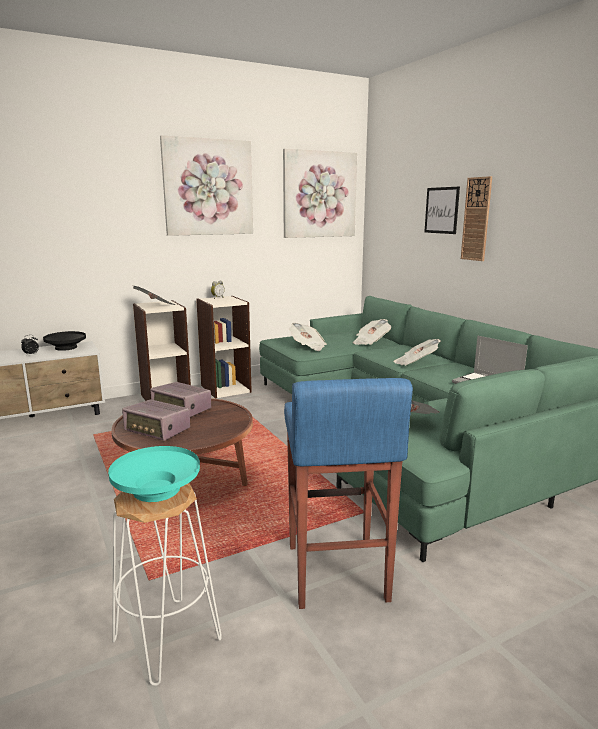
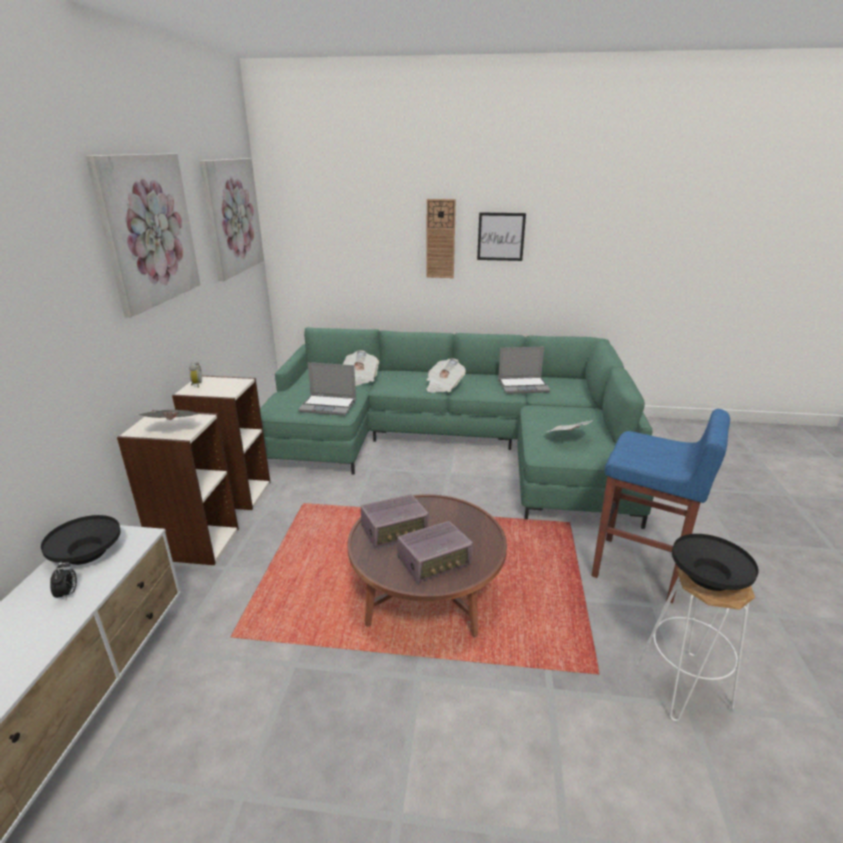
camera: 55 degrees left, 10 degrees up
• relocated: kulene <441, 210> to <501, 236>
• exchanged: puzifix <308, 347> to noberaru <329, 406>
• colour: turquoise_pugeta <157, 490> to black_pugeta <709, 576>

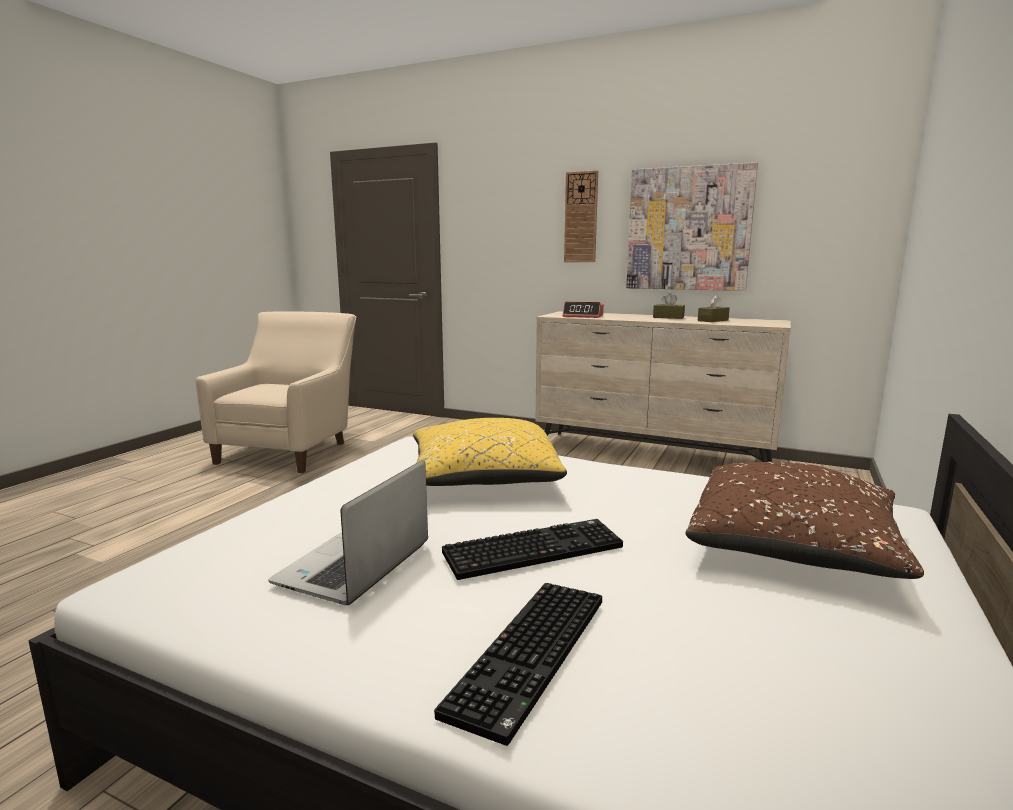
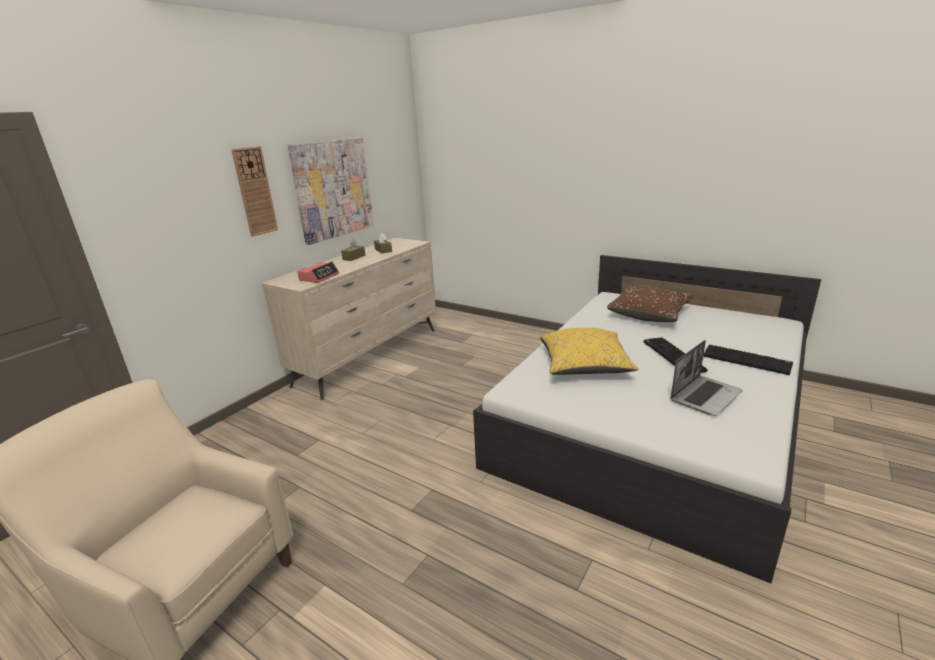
camera: 80 degrees left, 10 degrees up
• spun: noberaru <354, 566> = <705, 396> 75 degrees counterclockwise

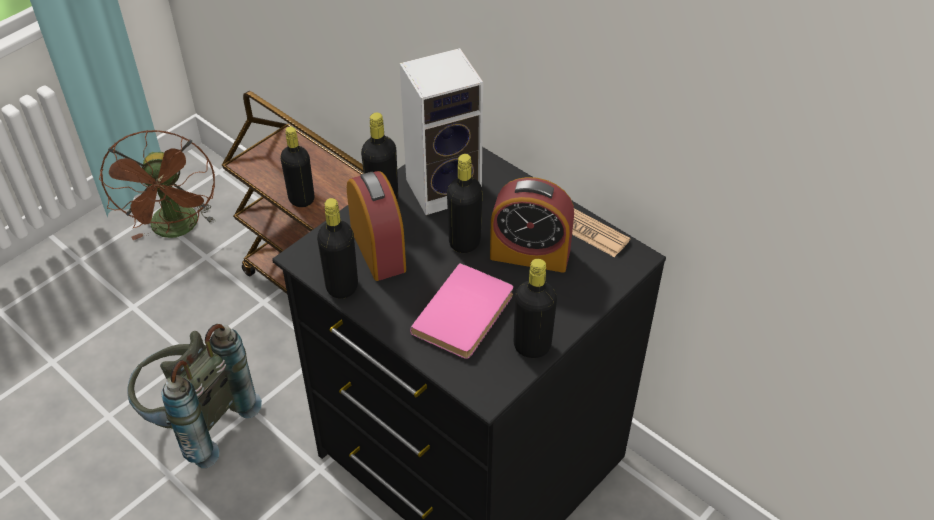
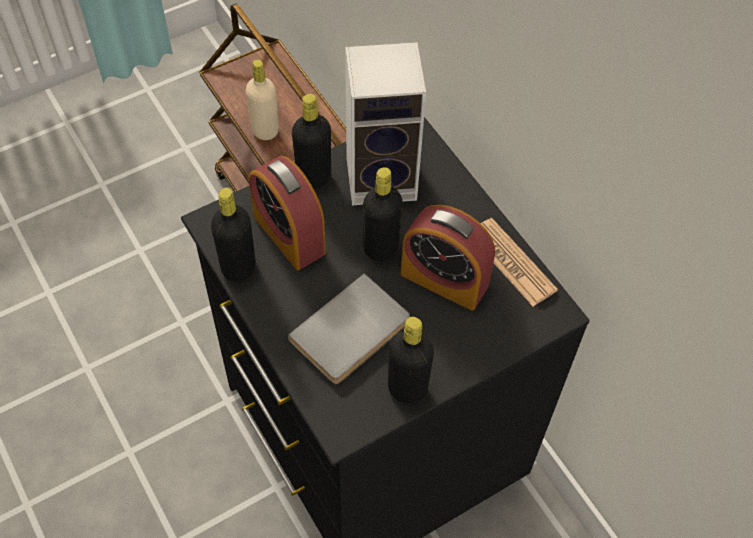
camera: 15 degrees right, 10 degrees up
• missing: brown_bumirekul <176, 230>
• missing: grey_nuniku <196, 423>
• colour: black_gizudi <301, 199> to beige_gizudi <265, 130>
• colour: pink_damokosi <466, 315> to grey_damokosi <353, 333>
• spun: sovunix <378, 250> = <289, 234> 150 degrees clockwise

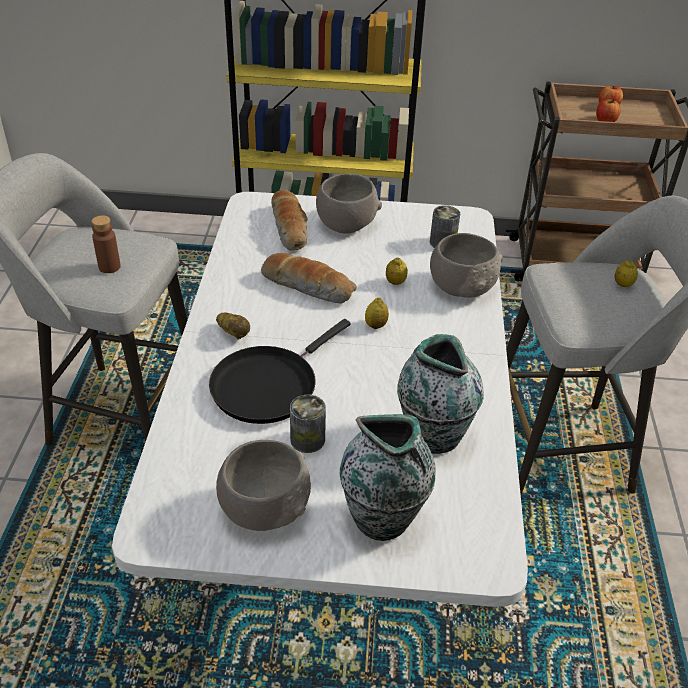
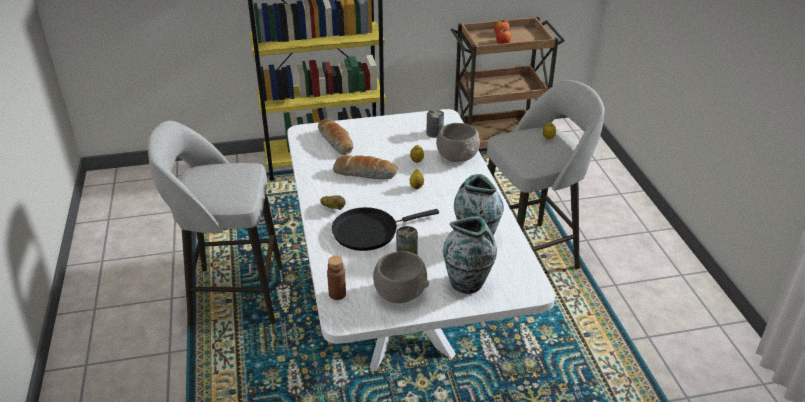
camera: 15 degrees left, 5 degrees down
• missing: grey_pugeta <346, 223>
• relocated: brown_gizudi <109, 267> to <337, 294>
• spun: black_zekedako <268, 385> = <369, 231> 45 degrees clockwise

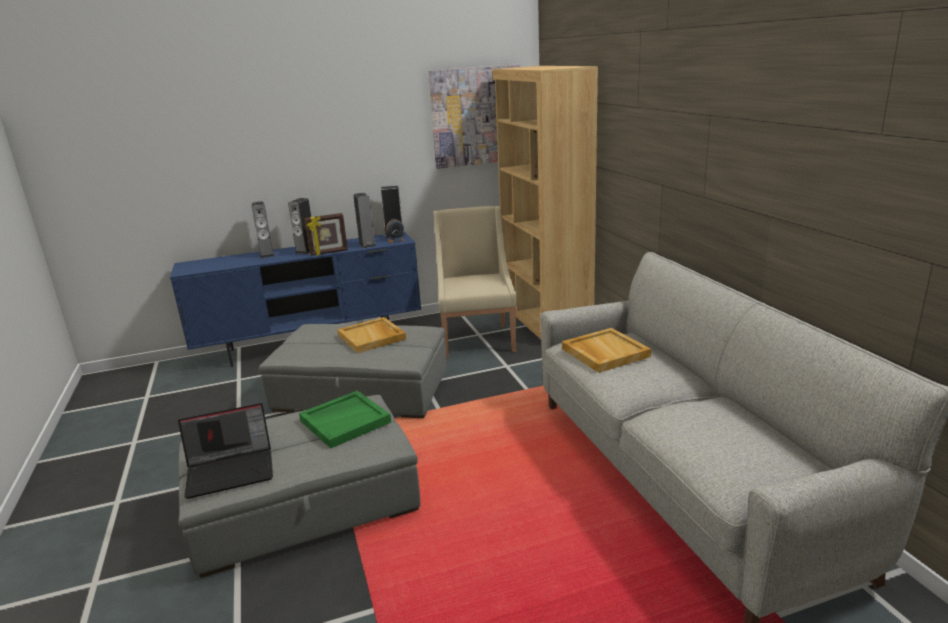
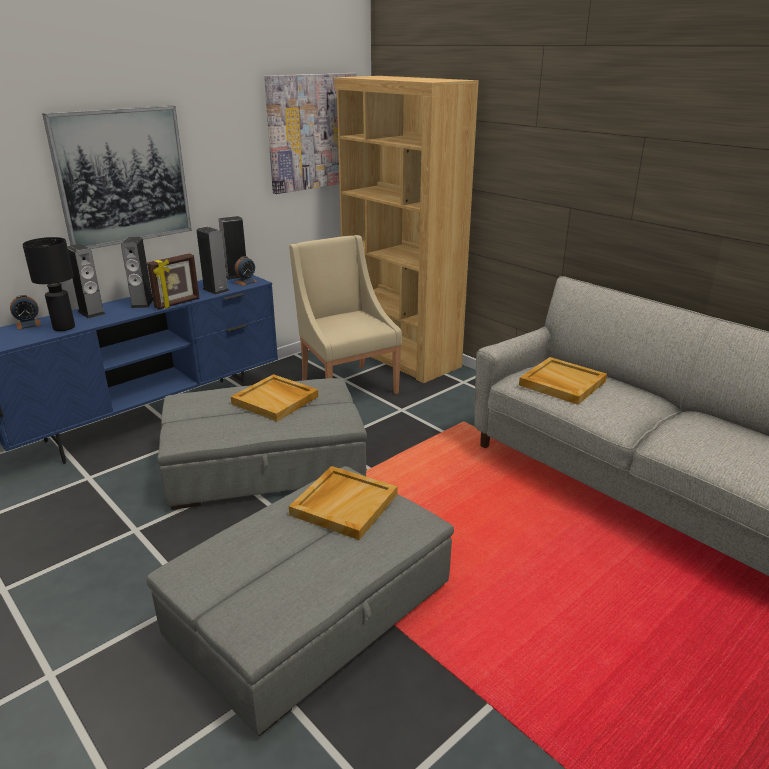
camera: 25 degrees left, 5 degrees up
• missing: noberaru <232, 470>
• appeared: sovunix <28, 324>
• appeared: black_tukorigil <64, 328>
• appeared: kulene <122, 177>
• colour: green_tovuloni <345, 421> to beige_tovuloni <344, 504>

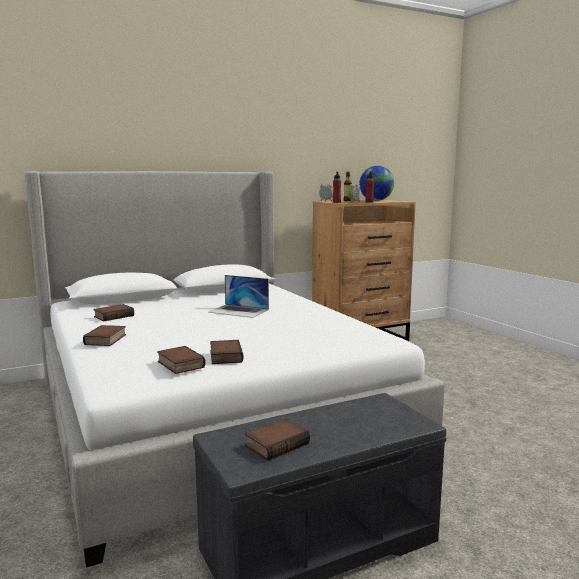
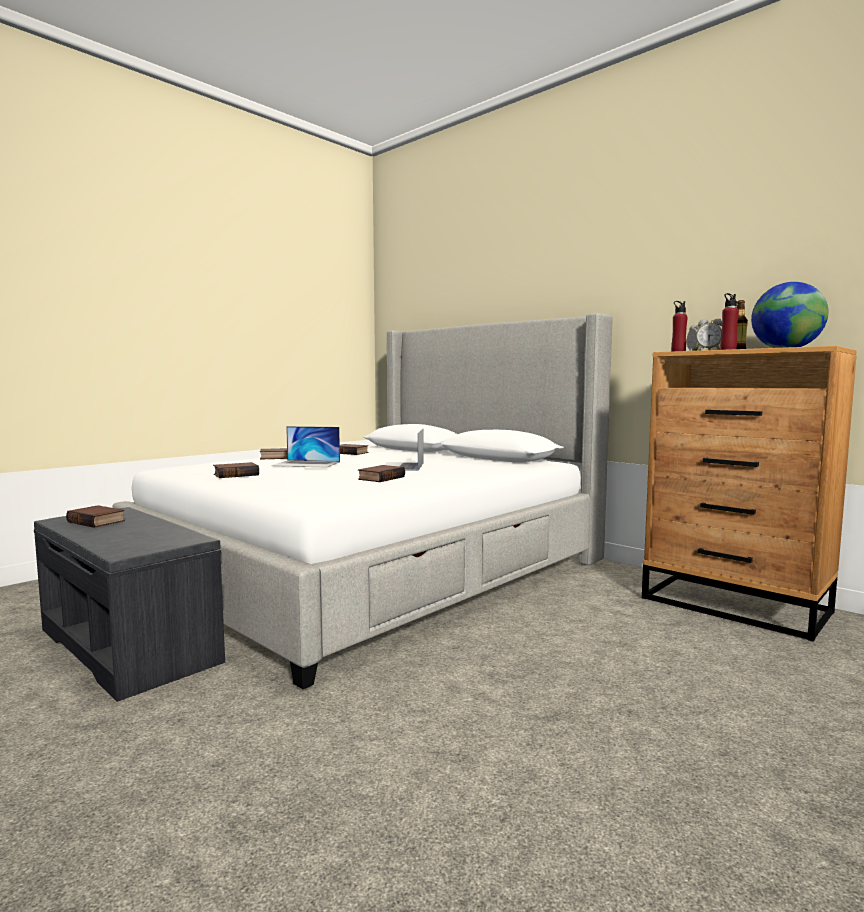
camera: 70 degrees right, 5 degrees down
• appeared: noberaru <306, 464>
• relocated: damokosi <179, 364> to <381, 478>

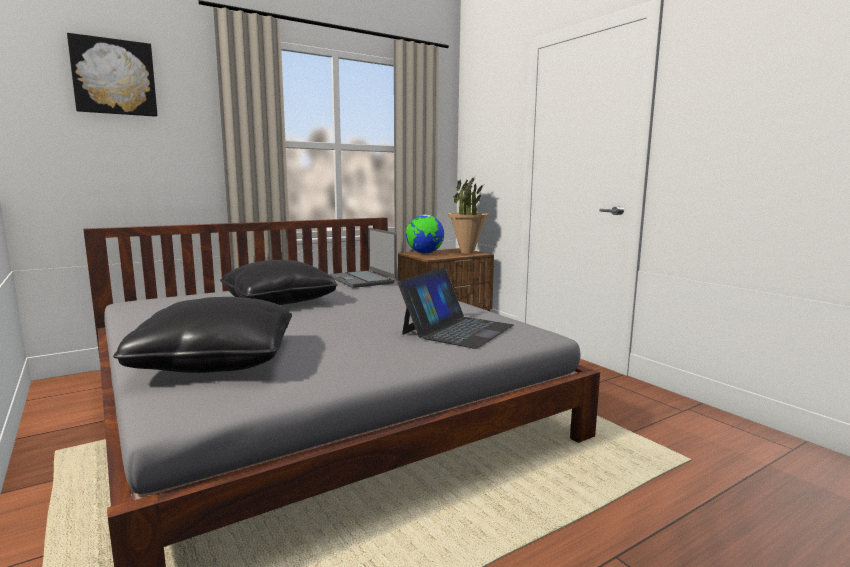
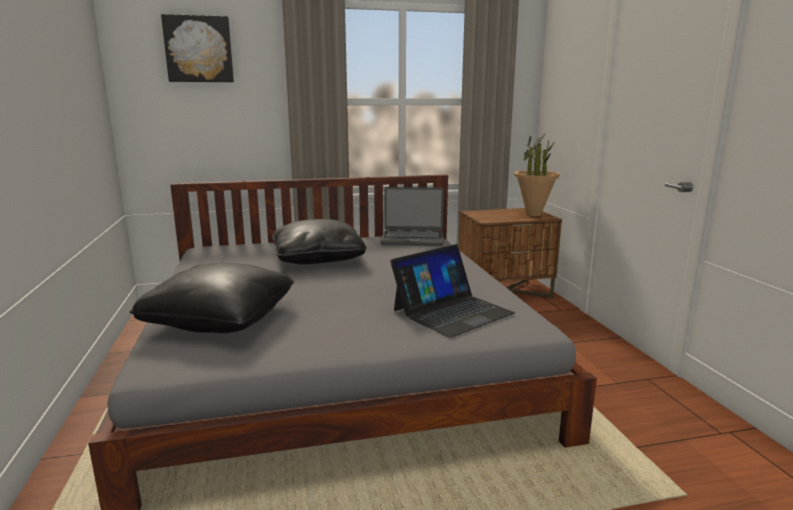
camera: 20 degrees right, 5 degrees up
• missing: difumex <424, 253>
• spun: noberaru <363, 280> = <412, 239> 75 degrees counterclockwise

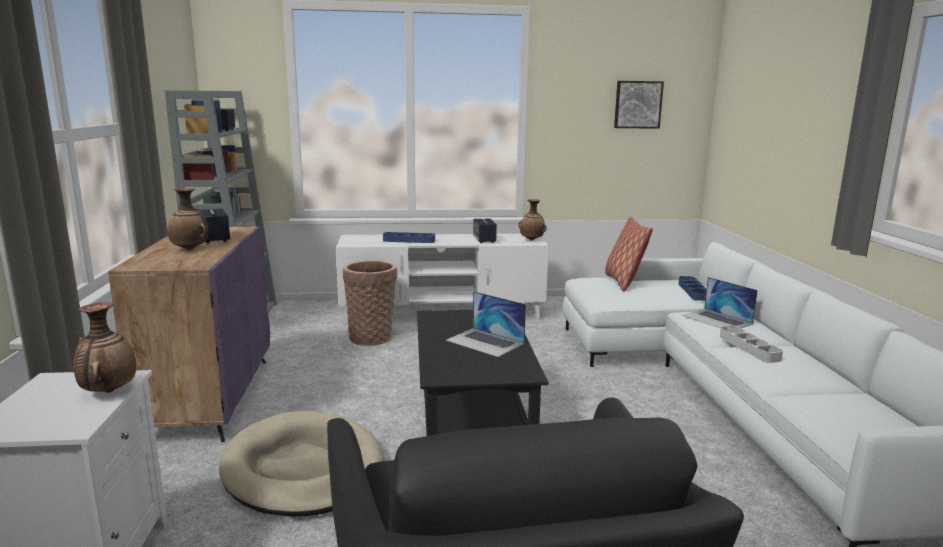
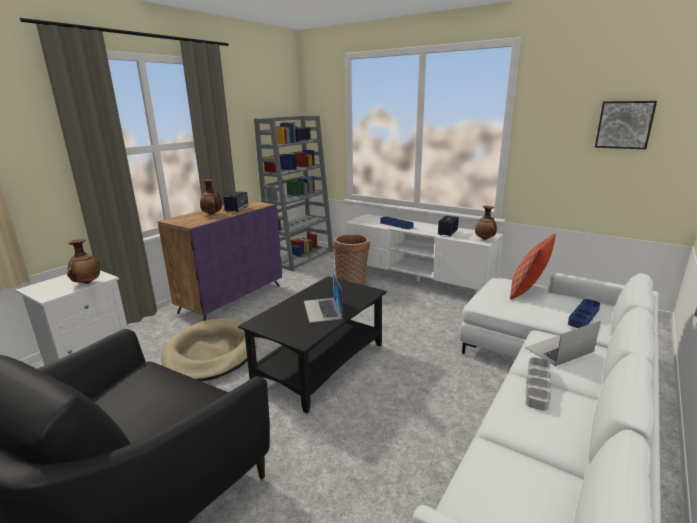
camera: 40 degrees right, 5 degrees up
• spun: noberaru <717, 319> = <559, 349> 60 degrees clockwise

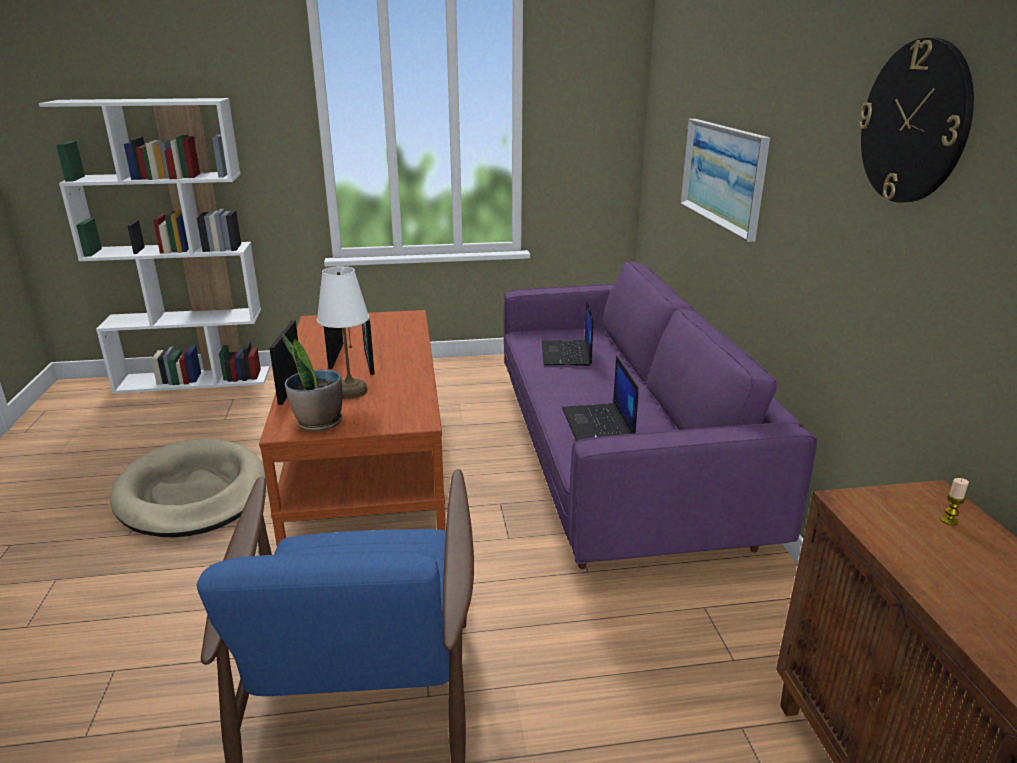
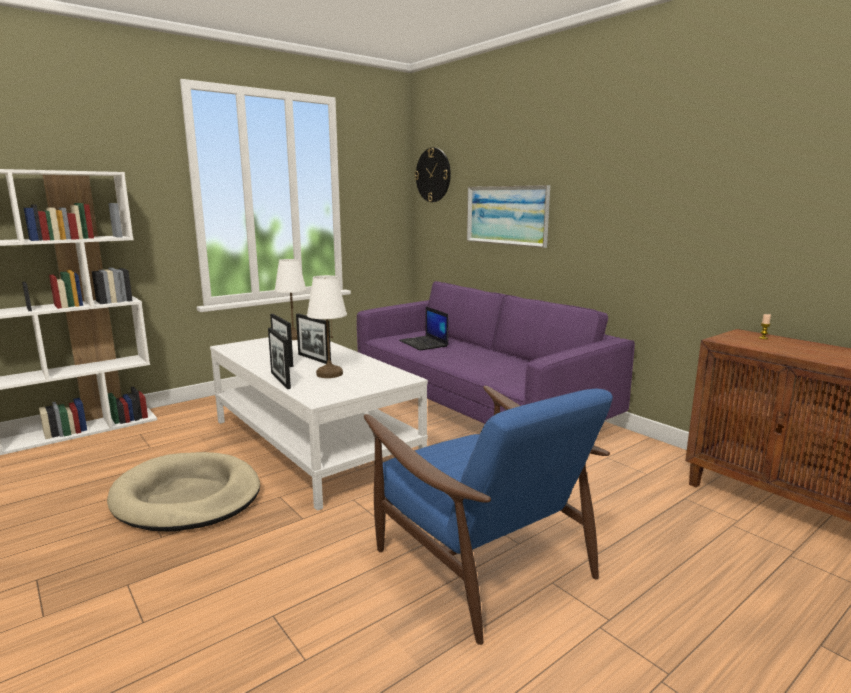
camera: 30 degrees left, 10 degrees down
• missing: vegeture <318, 423>
• missing: noberaru <599, 425>
• appeared: white_tukorigil <293, 337>
• relocated: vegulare <914, 122> to <433, 175>
• colour: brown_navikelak <368, 461> to white_navikelak <312, 444>

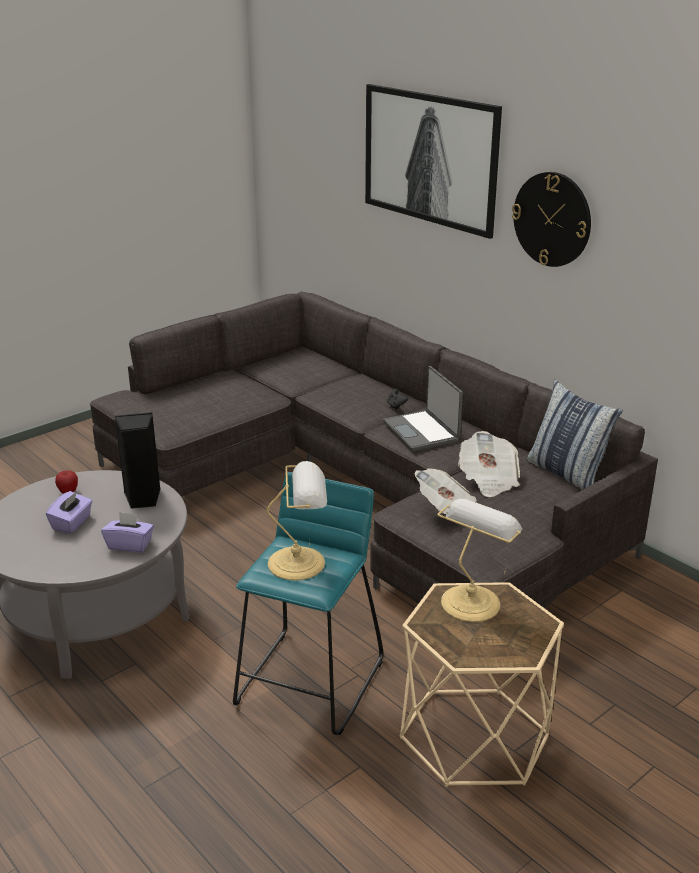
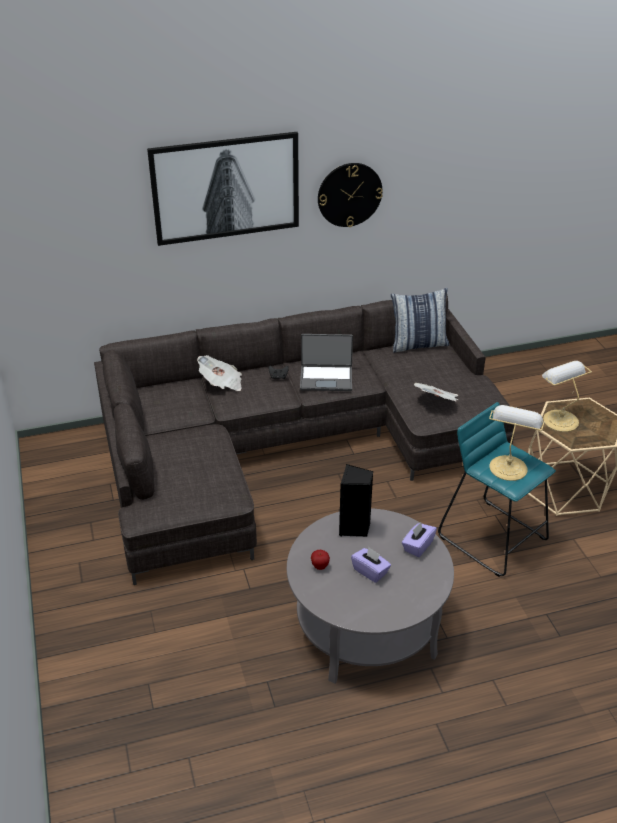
camera: 65 degrees left, 10 degrees up
• relocated: puzifix <488, 480> to <221, 383>

